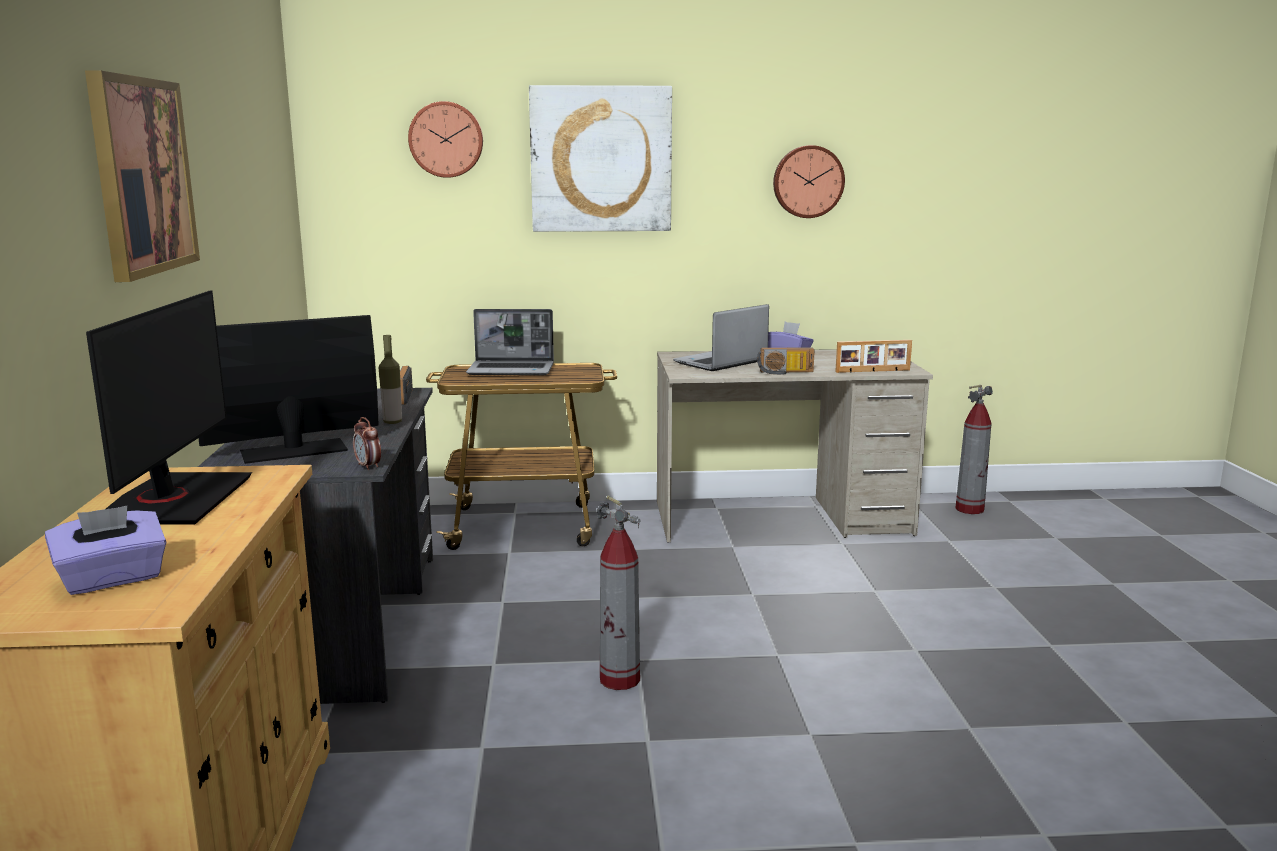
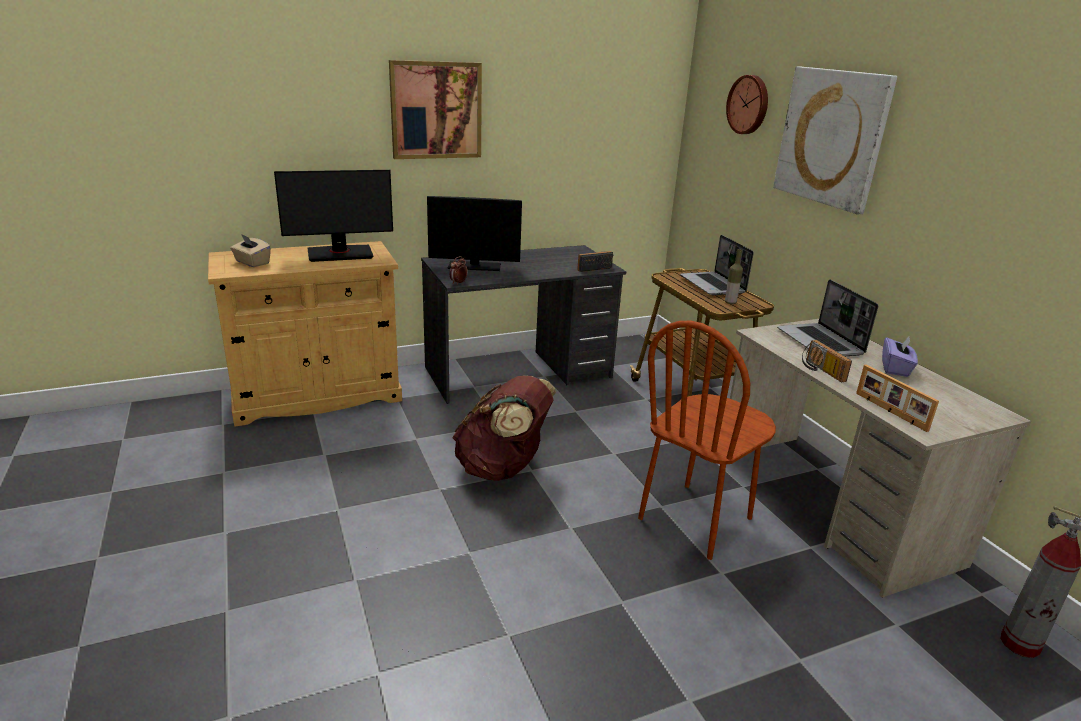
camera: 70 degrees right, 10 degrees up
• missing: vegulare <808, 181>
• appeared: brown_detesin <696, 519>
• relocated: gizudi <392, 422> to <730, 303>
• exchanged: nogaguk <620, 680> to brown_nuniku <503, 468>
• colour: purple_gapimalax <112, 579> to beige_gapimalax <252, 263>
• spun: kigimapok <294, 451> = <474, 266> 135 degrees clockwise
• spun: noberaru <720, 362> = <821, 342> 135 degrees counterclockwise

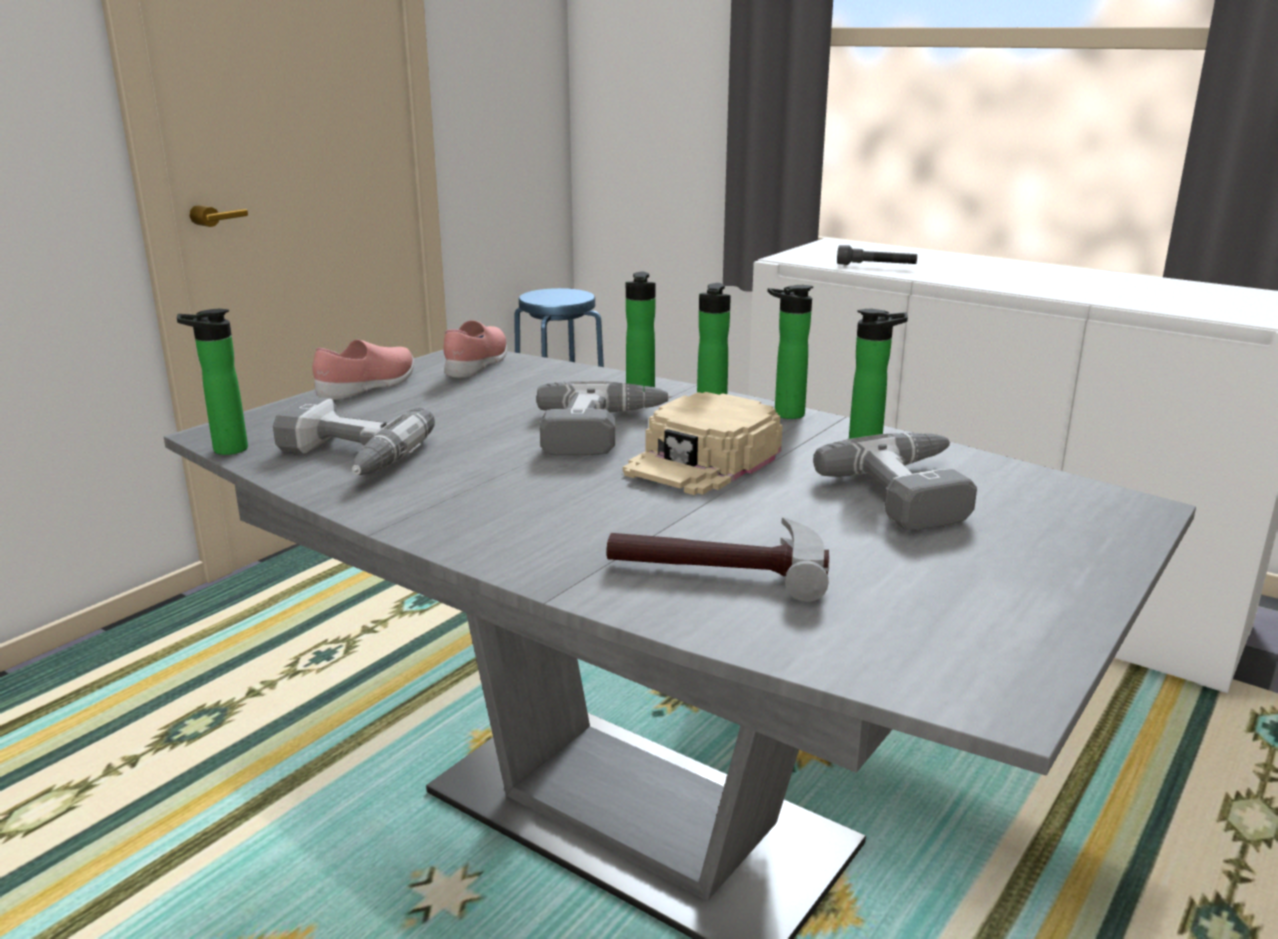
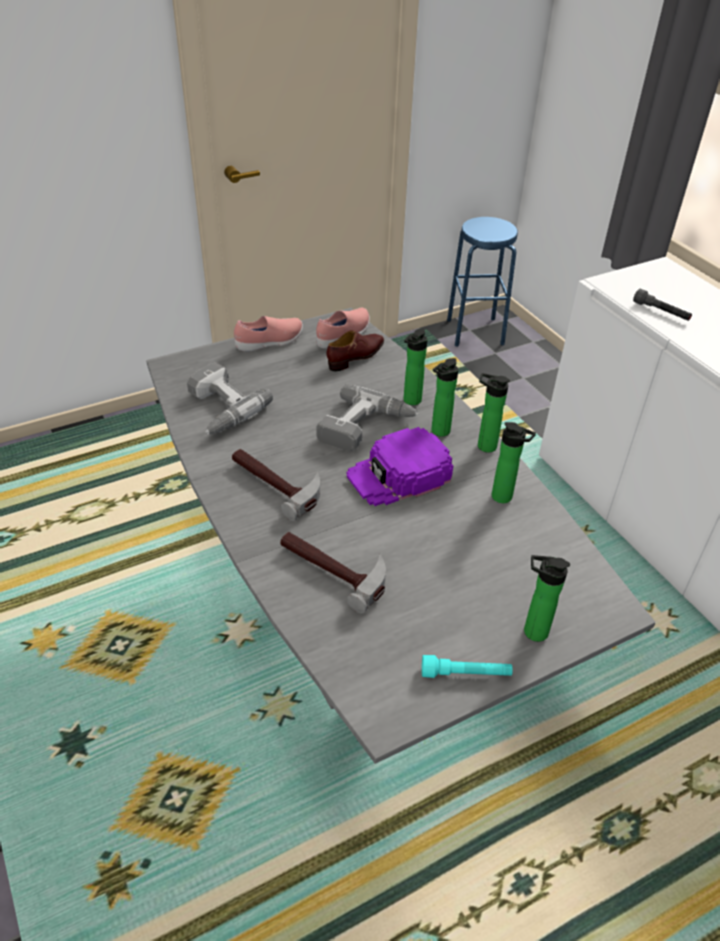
camera: 25 degrees right, 20 degrees up
• missing: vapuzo <916, 492>
• appeared: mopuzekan <277, 484>
• appeared: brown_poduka <356, 356>
• appeared: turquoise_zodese <465, 674>
• relocated: gizudi <224, 450> to <531, 631>
• colour: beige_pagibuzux <703, 460> to purple_pagibuzux <399, 475>

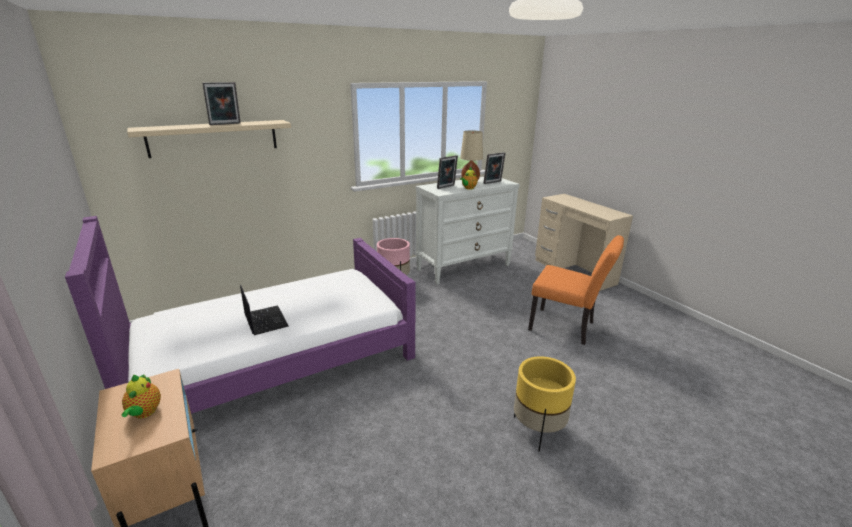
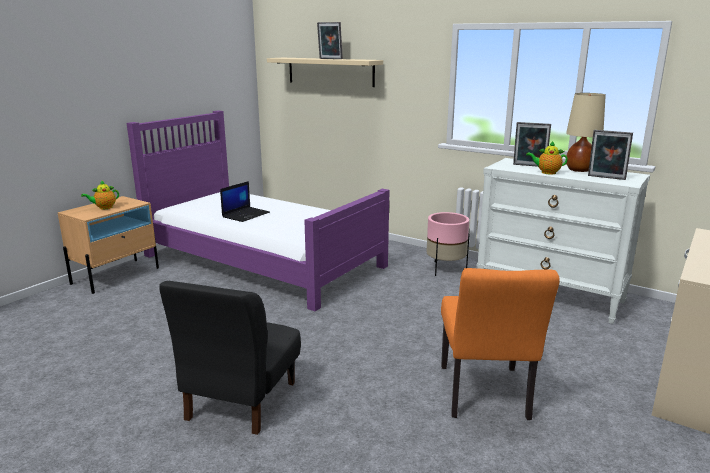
camera: 65 degrees right, 5 degrees down
• exchanged: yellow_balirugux <537, 430> to black_detesin <240, 400>

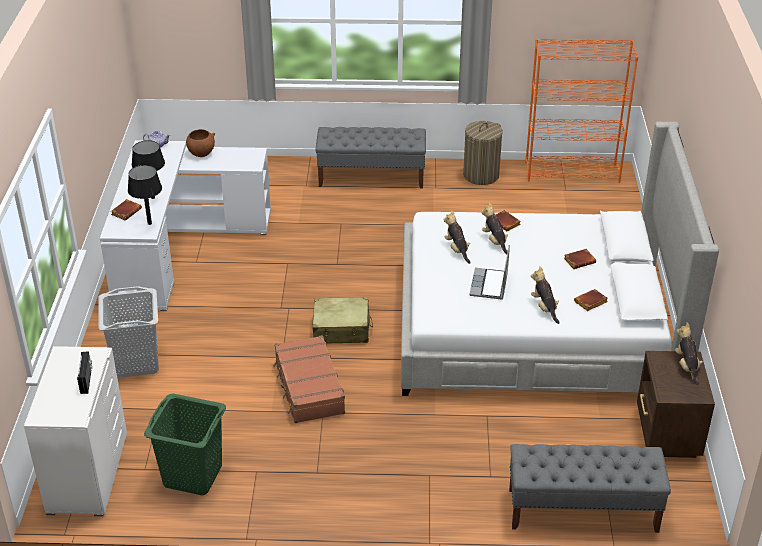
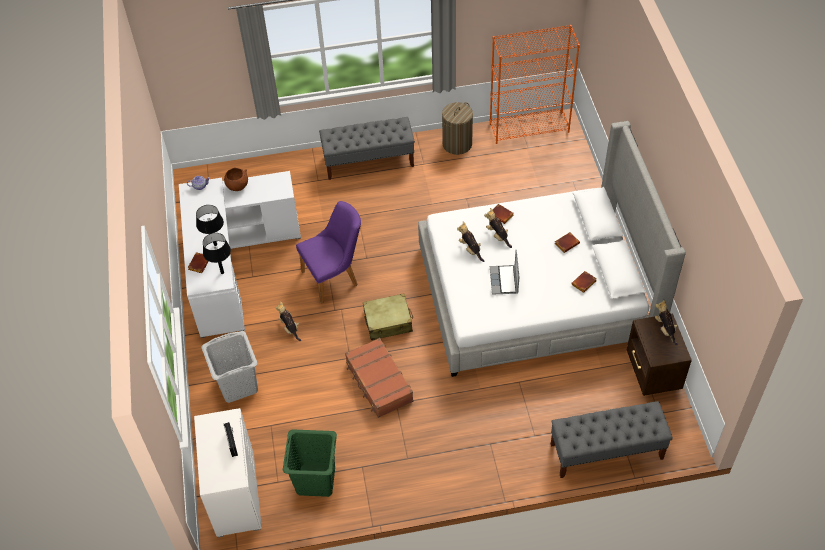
camera: 10 degrees left, 15 degrees up
• appeared: purple_detesin <335, 277>
• relocated: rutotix <544, 308> to <290, 328>

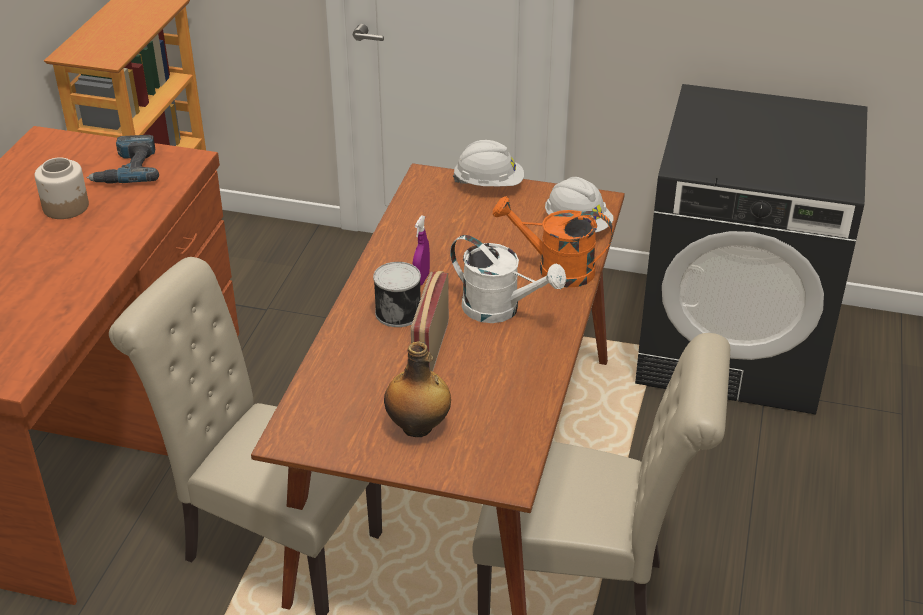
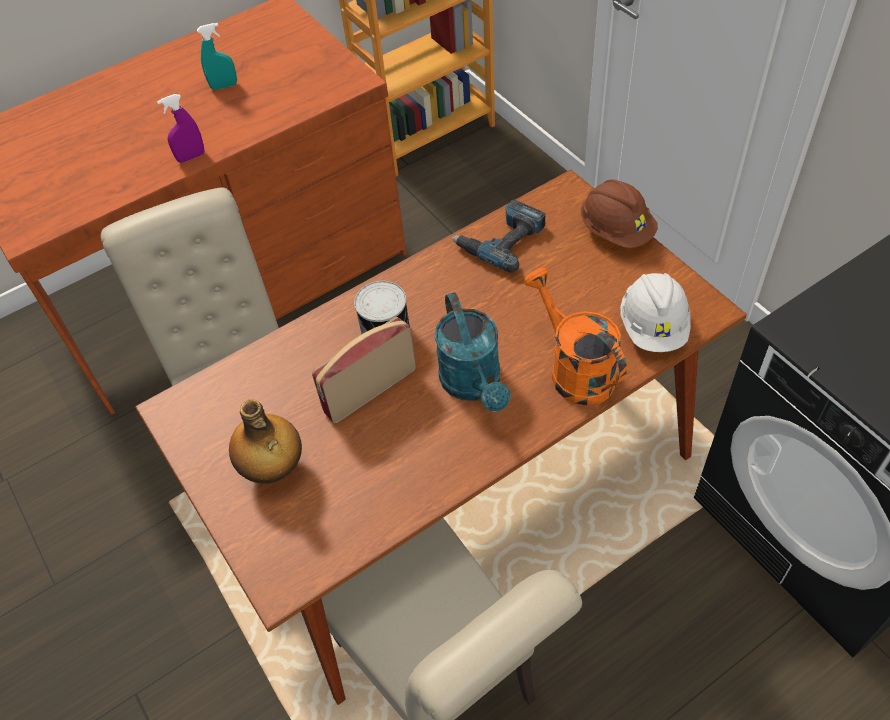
camera: 45 degrees right, 15 degrees up
• relocated: vapuzo <127, 168> to <501, 240>
• relocated: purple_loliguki <421, 279> to <191, 157>
• exchanged: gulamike <66, 207> to turquoise_loliguki <224, 86>
• colour: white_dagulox <500, 310> to turquoise_dagulox <474, 385>
• colour: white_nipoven <489, 184> to brown_nipoven <616, 231>

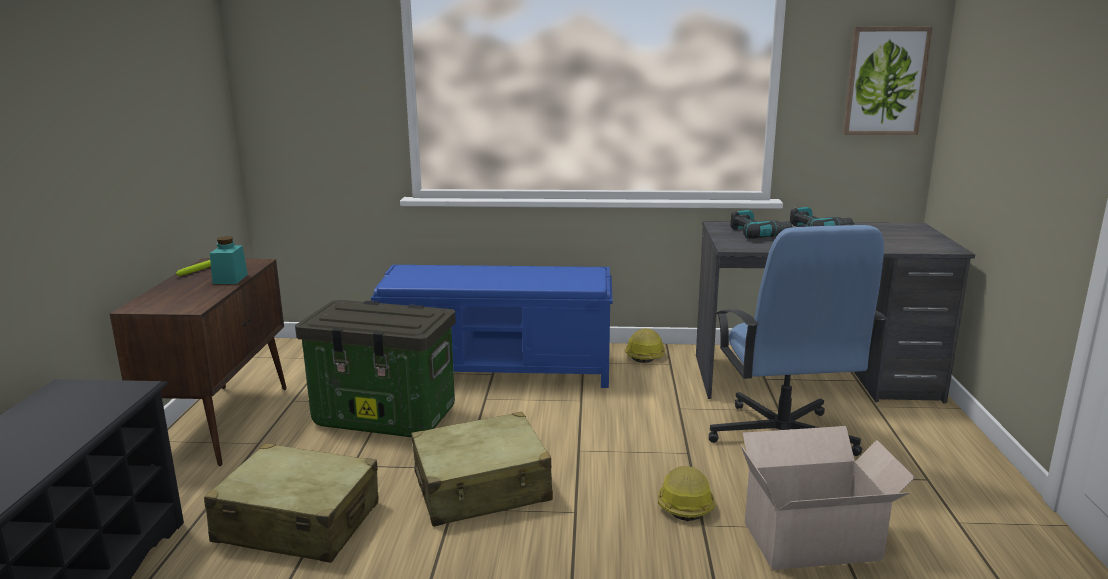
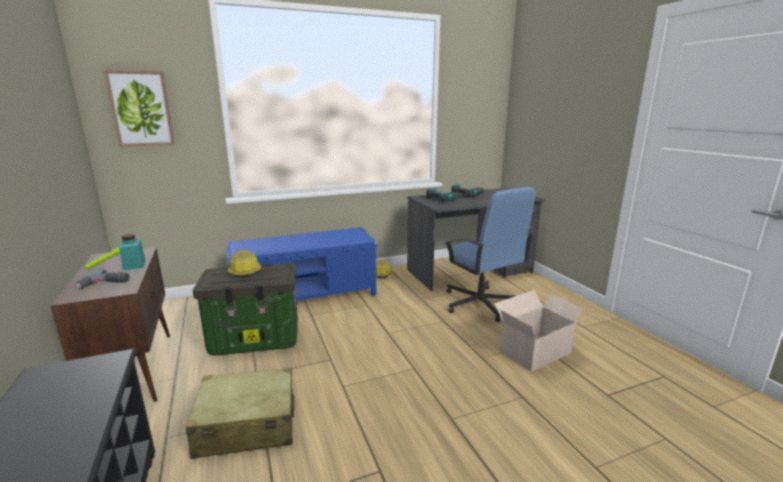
camera: 25 degrees left, 0 degrees up
• missing: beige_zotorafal <482, 488>
• appeared: vapuzo <104, 284>
• relocated: nipoven <684, 503> to <244, 271>
• relocated: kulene <885, 81> to <141, 109>

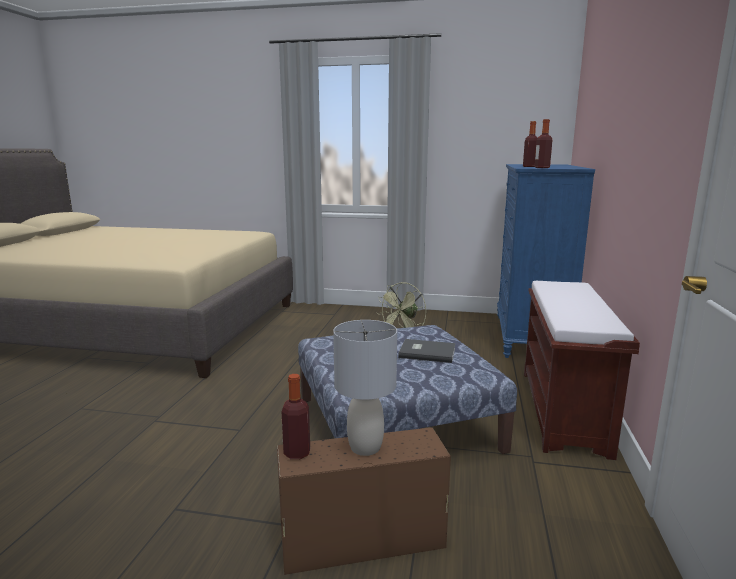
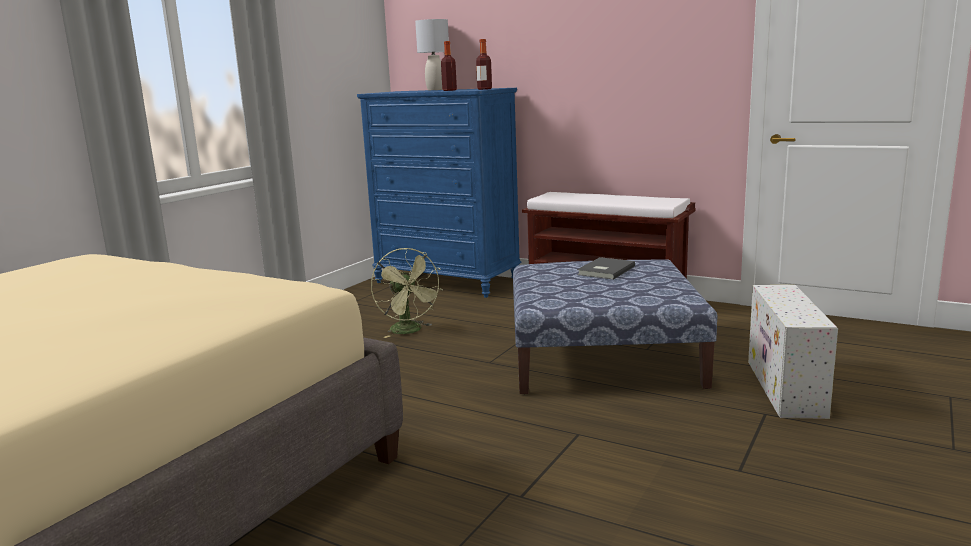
camera: 70 degrees left, 0 degrees up
• missing: gizudi <297, 453>
• relocated: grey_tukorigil <365, 447> to <435, 90>
• colour: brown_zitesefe <360, 542> to white_zitesefe <785, 388>

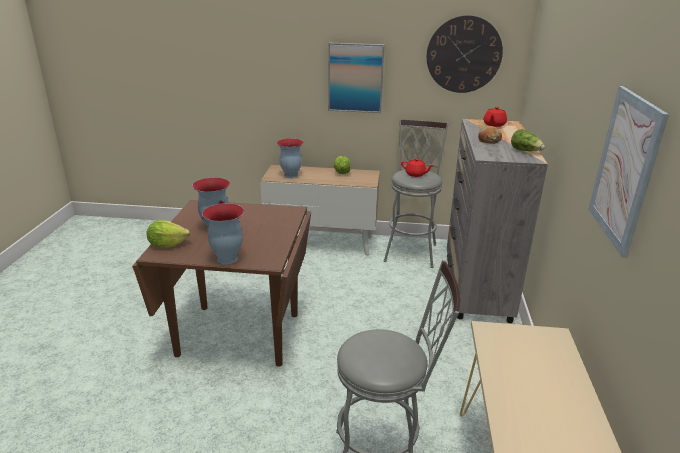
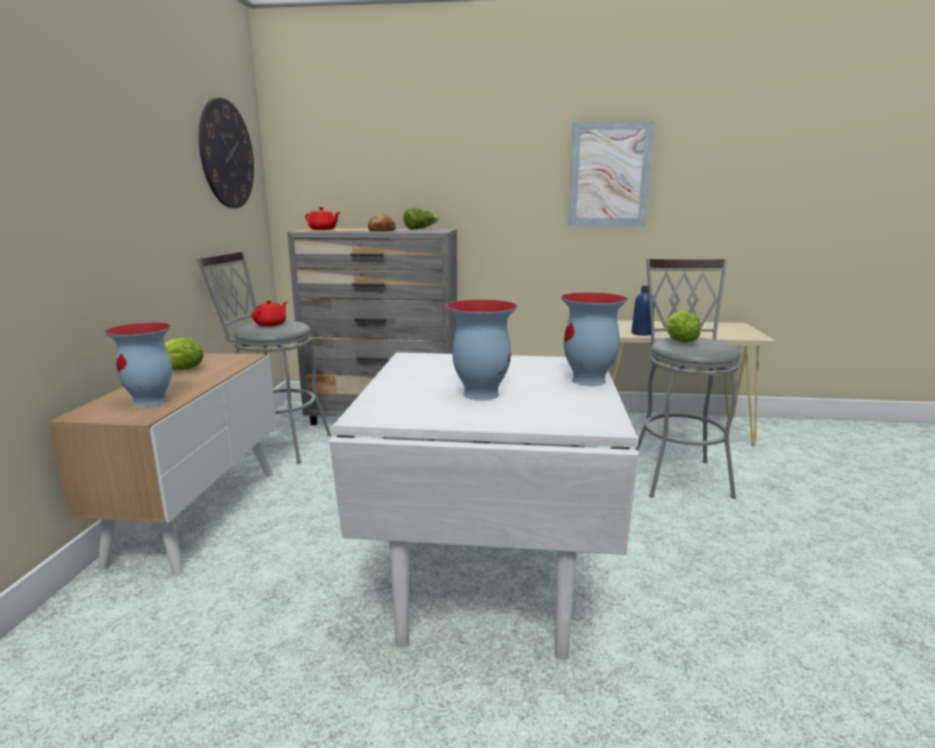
camera: 90 degrees left, 10 degrees down
• missing: kulene <355, 78>
• appeared: blue_gizudi <641, 333>
• relocated: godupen <167, 245> to <680, 341>
• colour: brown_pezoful <238, 335> to white_pezoful <490, 585>

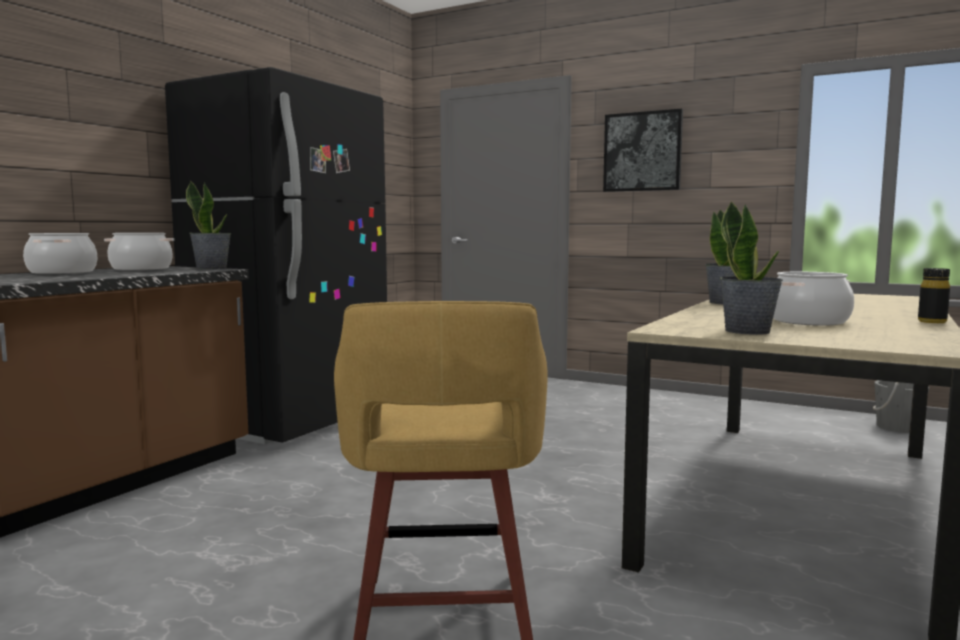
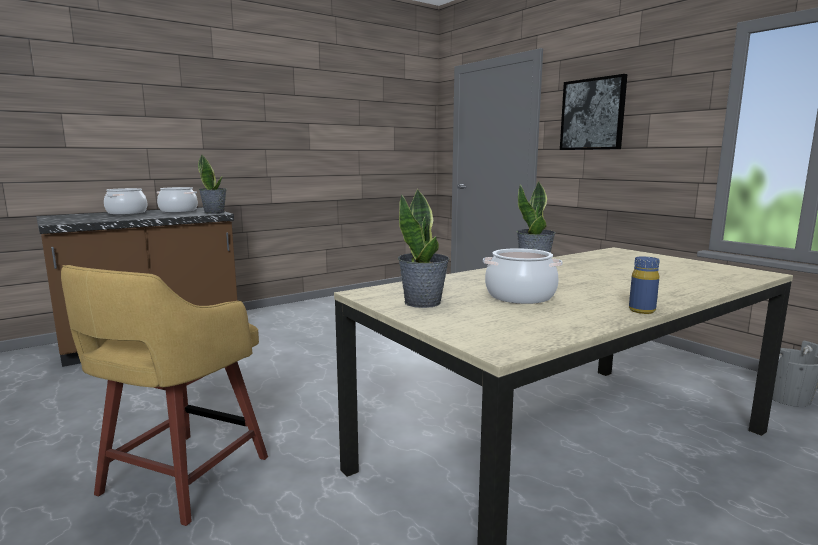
camera: 25 degrees right, 5 degrees up
• missing: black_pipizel <292, 421>
• colour: black_gizudi <932, 321> to blue_gizudi <641, 310>

